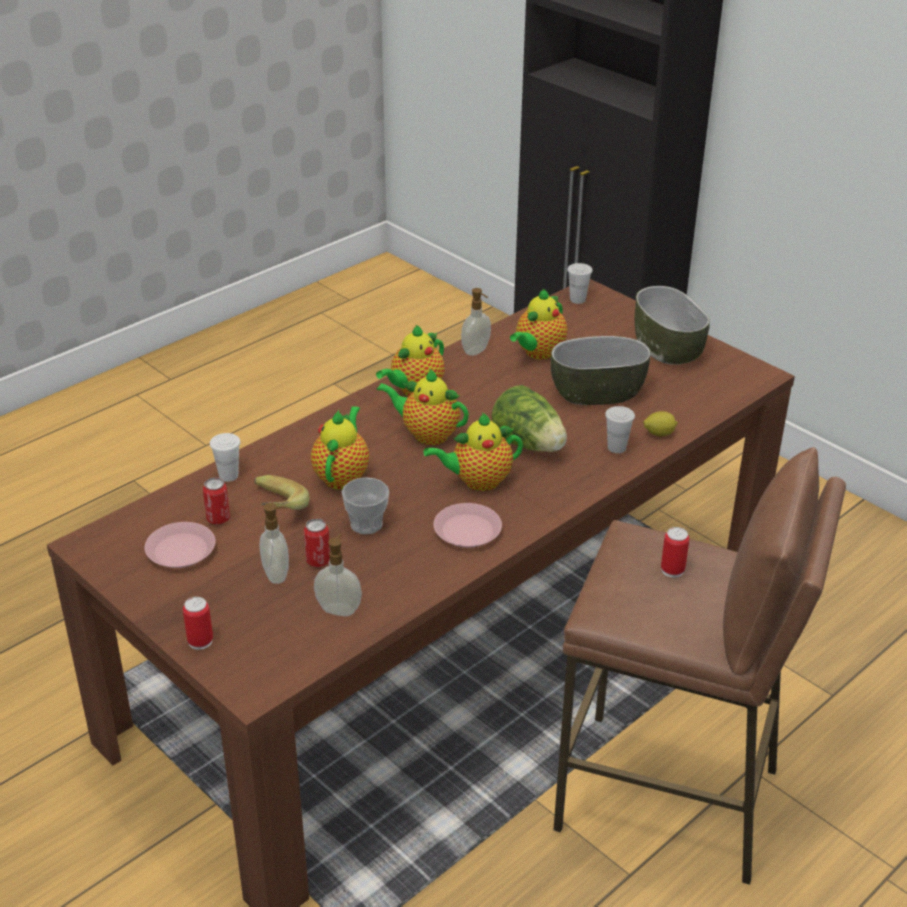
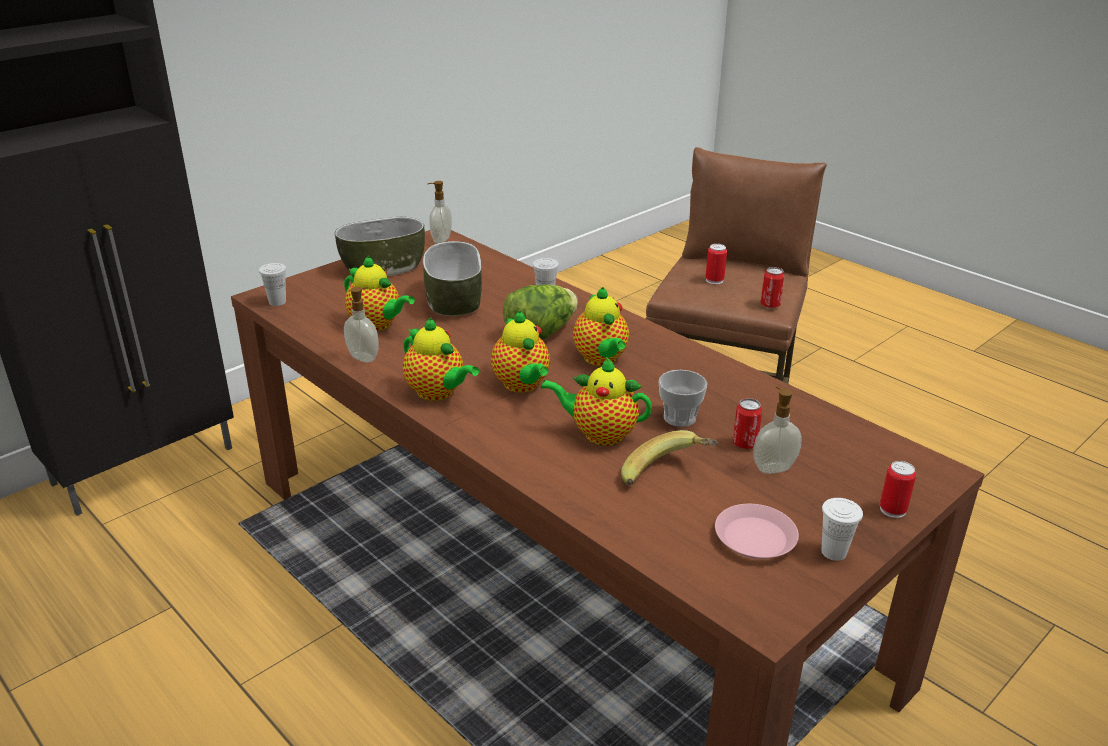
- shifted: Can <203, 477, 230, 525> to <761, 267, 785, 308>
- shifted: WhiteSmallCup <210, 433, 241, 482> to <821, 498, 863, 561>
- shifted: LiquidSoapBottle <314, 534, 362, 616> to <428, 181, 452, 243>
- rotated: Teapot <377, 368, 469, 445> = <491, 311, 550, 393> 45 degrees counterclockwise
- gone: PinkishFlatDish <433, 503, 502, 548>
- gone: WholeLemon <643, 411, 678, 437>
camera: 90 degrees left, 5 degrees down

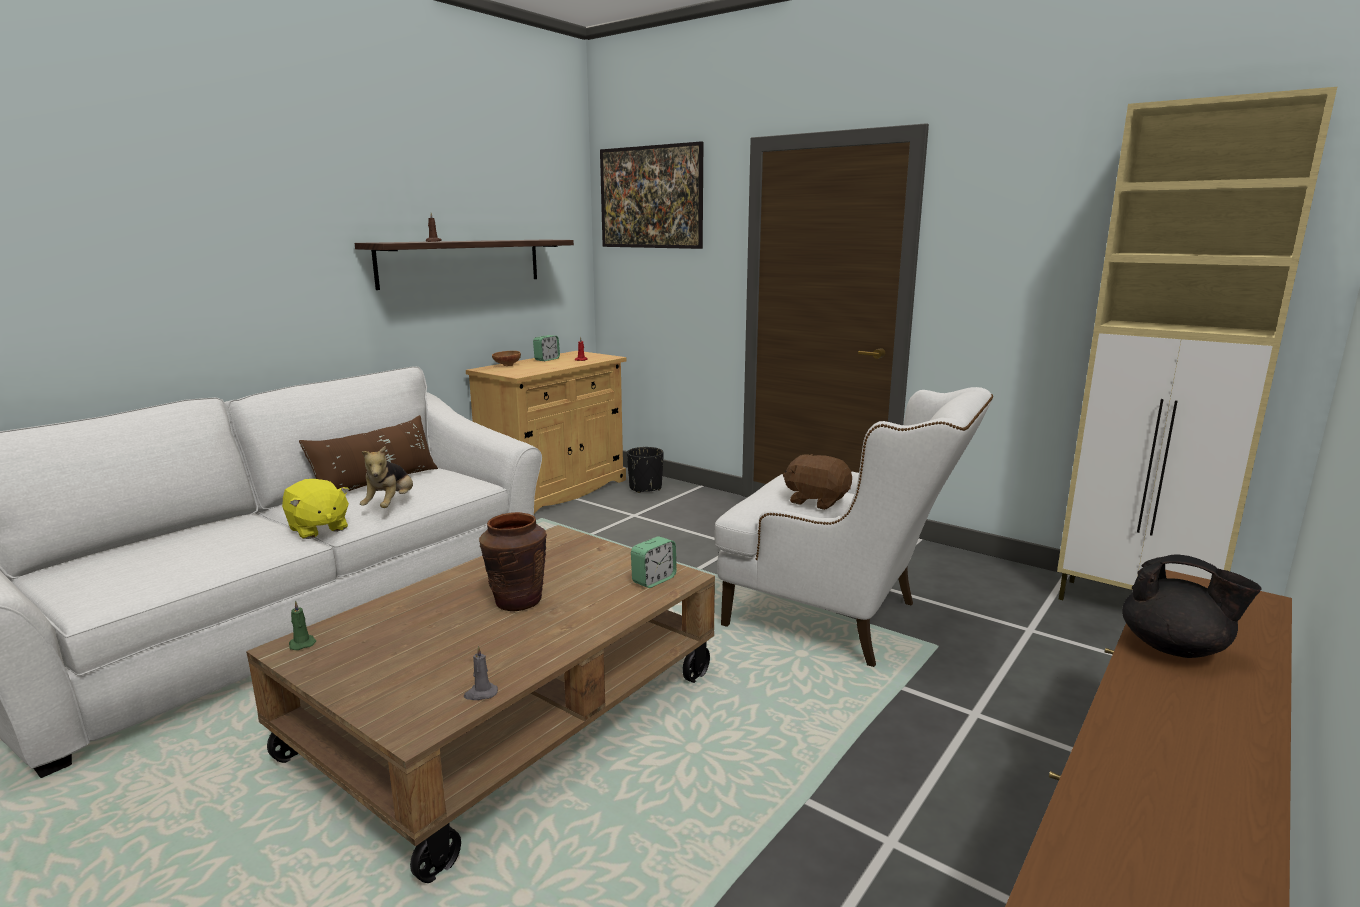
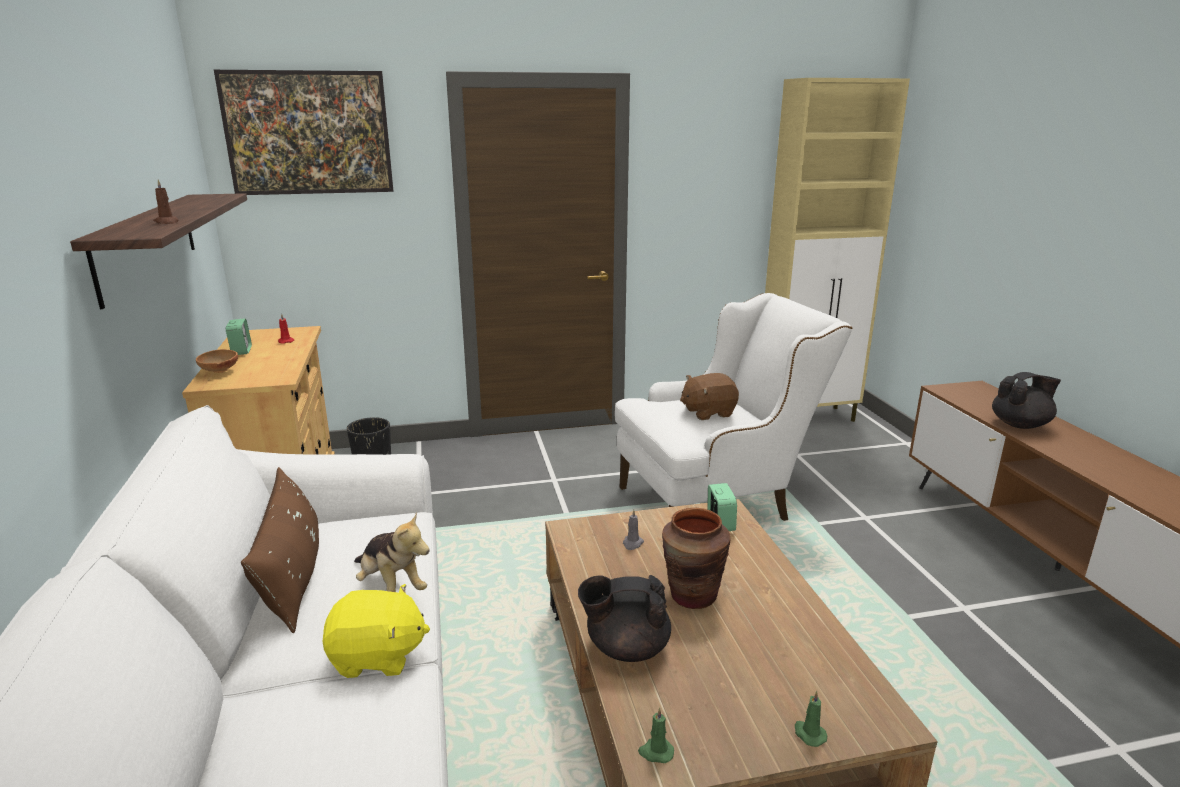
- shifted: GrayWaxLight <464, 646, 498, 700> to <623, 510, 644, 550>
- new: BlackColouredTeapot <578, 575, 671, 662>
- new: GreenColouredWaxLight <795, 691, 827, 747>
camera: 50 degrees left, 5 degrees up

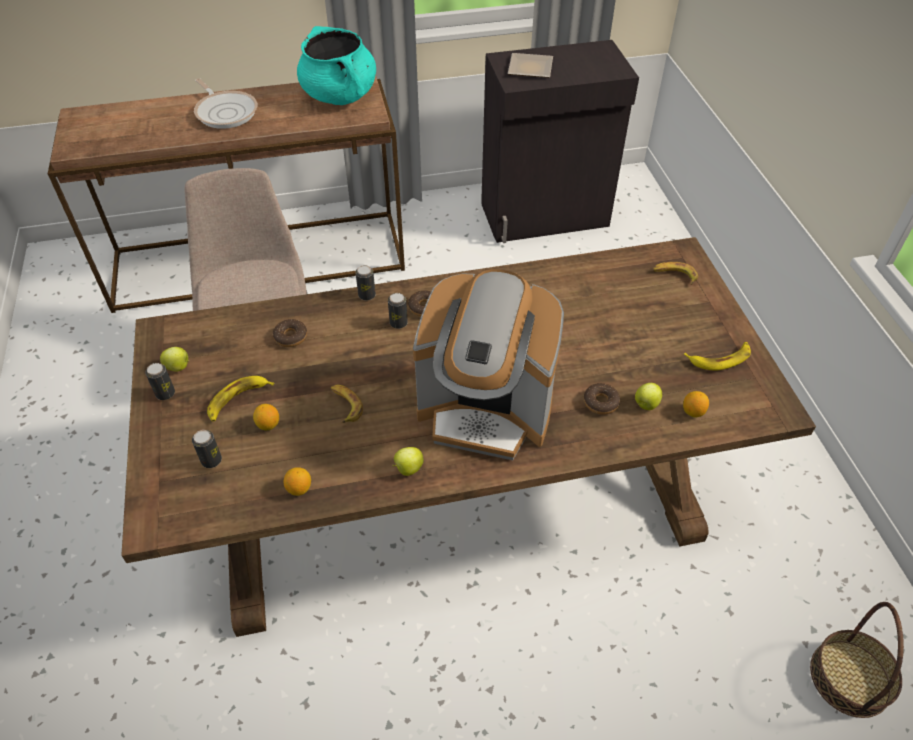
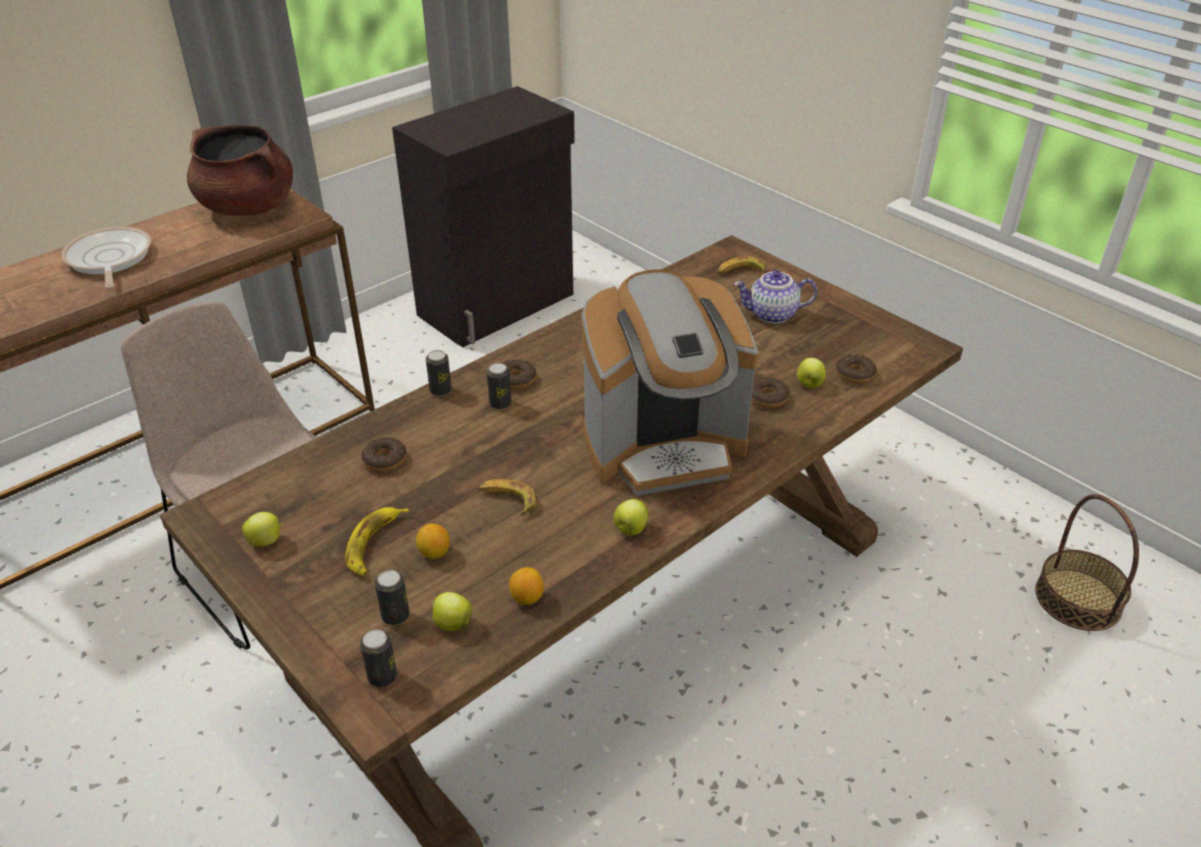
- shifted: Can <145, 363, 175, 400> to <360, 629, 397, 687>
- rotated: Pan <194, 78, 257, 129> = <61, 227, 151, 289> 135 degrees counterclockwise
- repainted: TurquoiseColouredStockpot <297, 26, 376, 105> to BrownishStockpot <187, 125, 293, 216>
- gone: FlatDish <508, 53, 553, 78>
- swapped: WholeLemon <683, 391, 709, 417> to RingDoughnut <836, 354, 877, 384>
- gone: WholeBanana <684, 342, 751, 370>
- new: Apple <432, 592, 473, 631>
- new: Teapot <734, 270, 817, 323>
camera: 30 degrees left, 10 degrees down

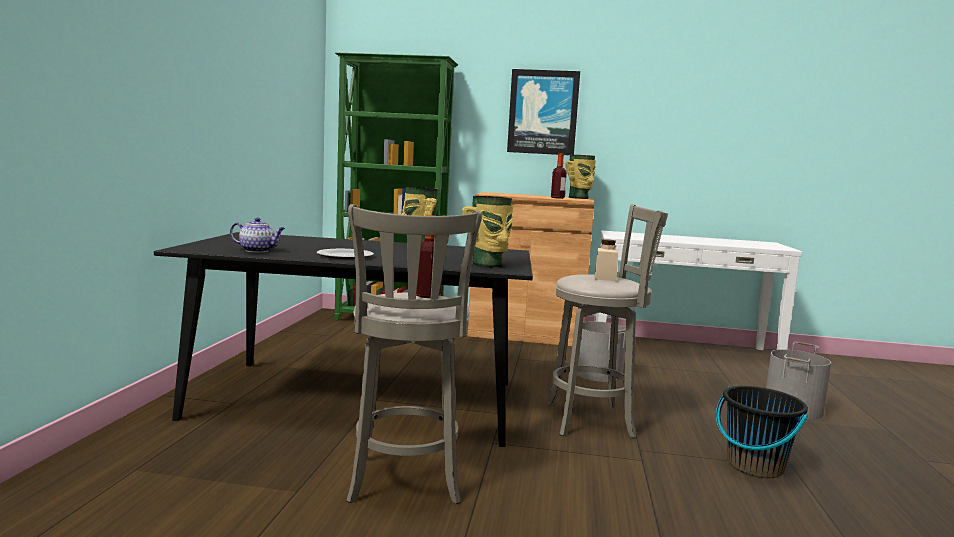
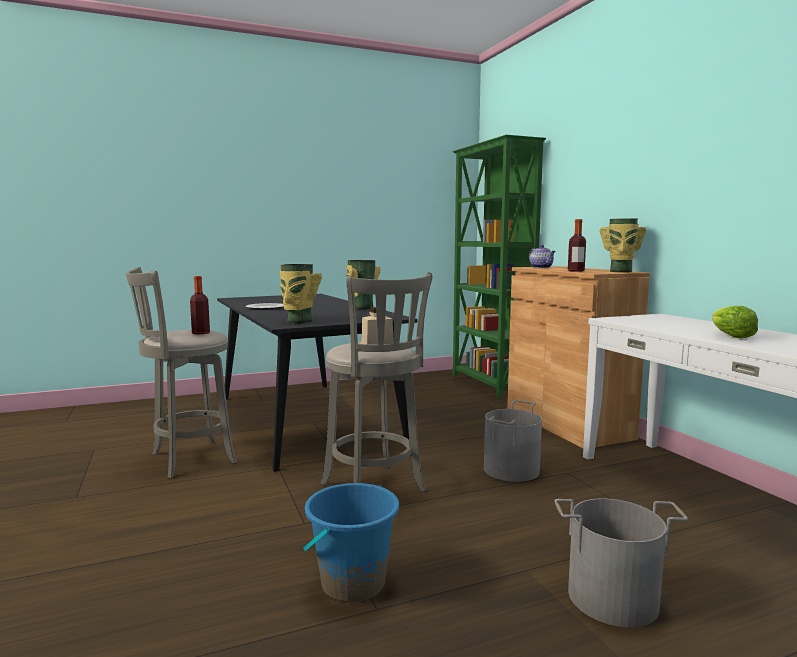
- shifted: Teapot <230, 218, 285, 252> to <529, 245, 556, 268>
- gone: WallArt <507, 69, 580, 155>
- repainted: BlackColouredPail <716, 386, 808, 478> to BlueColouredPail <303, 483, 399, 602>
- new: HeadOfLettuce <712, 306, 758, 339>
camera: 60 degrees right, 0 degrees up

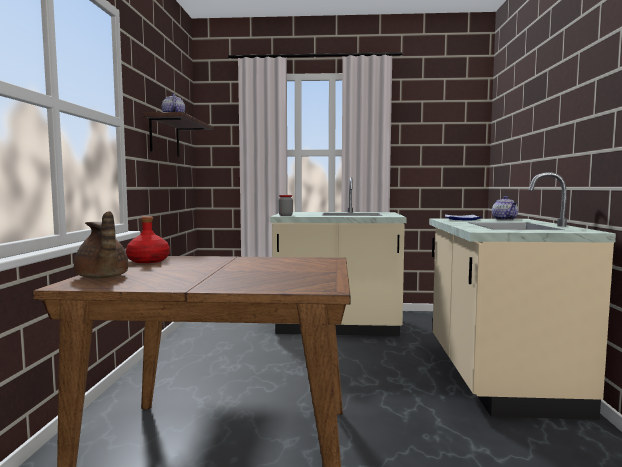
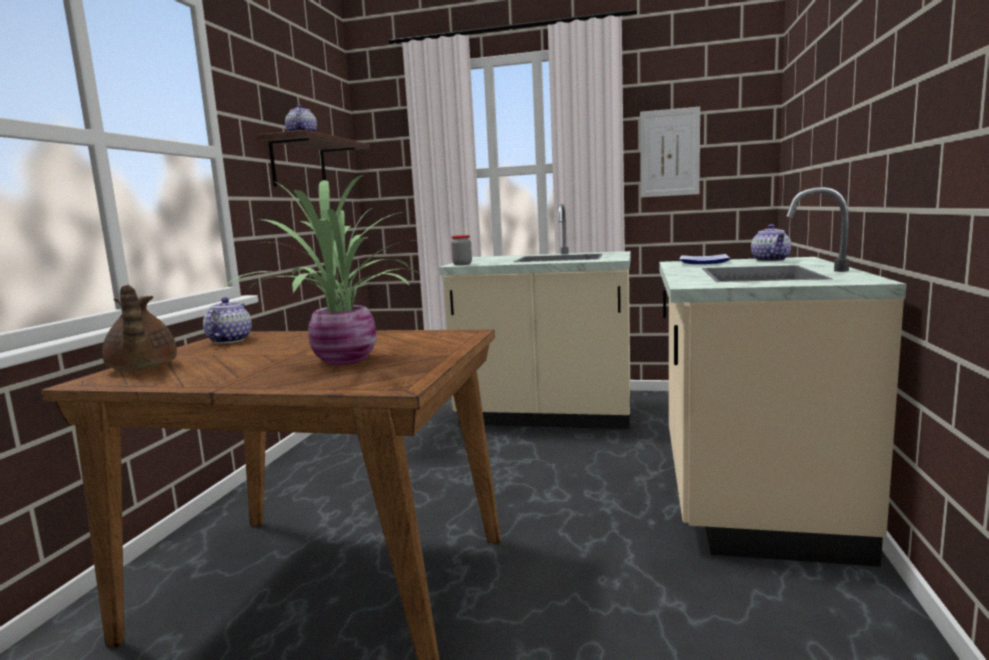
- swapped: RedDrinkBottle <126, 216, 170, 263> to Teapot <203, 297, 252, 344>
- new: PottedPlant <221, 174, 420, 365>
- new: WallArt <640, 107, 700, 197>
camera: 10 degrees right, 5 degrees up

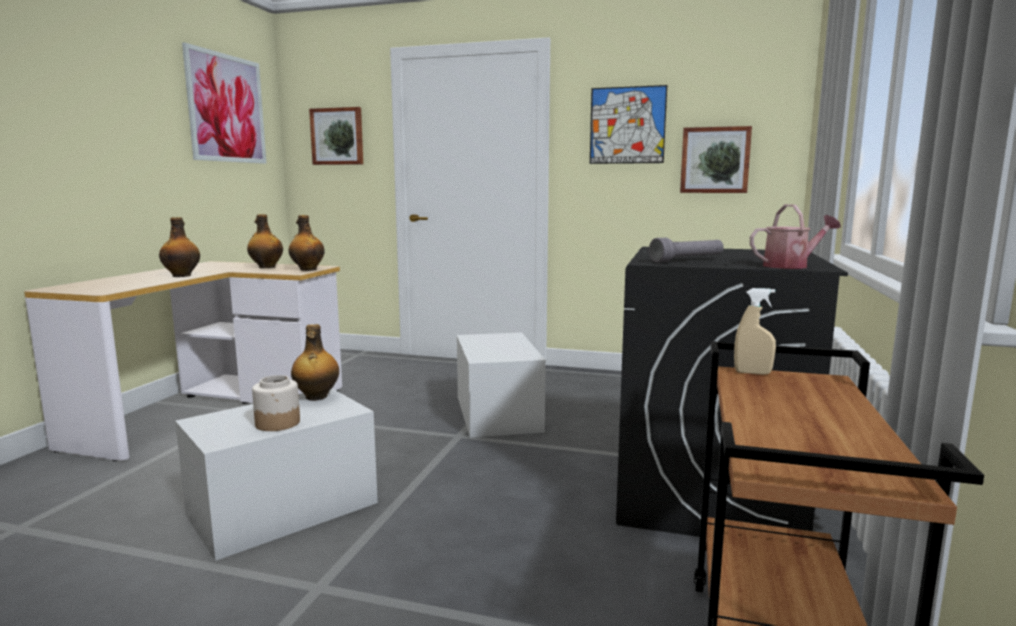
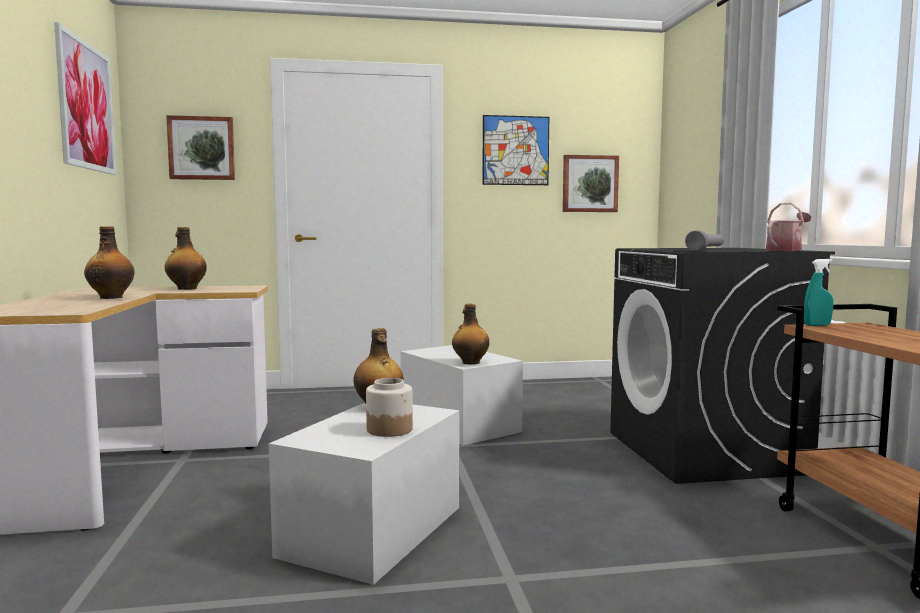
- shifted: DrinkBottle <288, 215, 324, 271> to <452, 304, 489, 364>
- repainted: BeigeColouredSprayBottle <734, 288, 776, 375> to TurquoiseColouredSprayBottle <804, 259, 833, 326>
camera: 25 degrees left, 5 degrees down

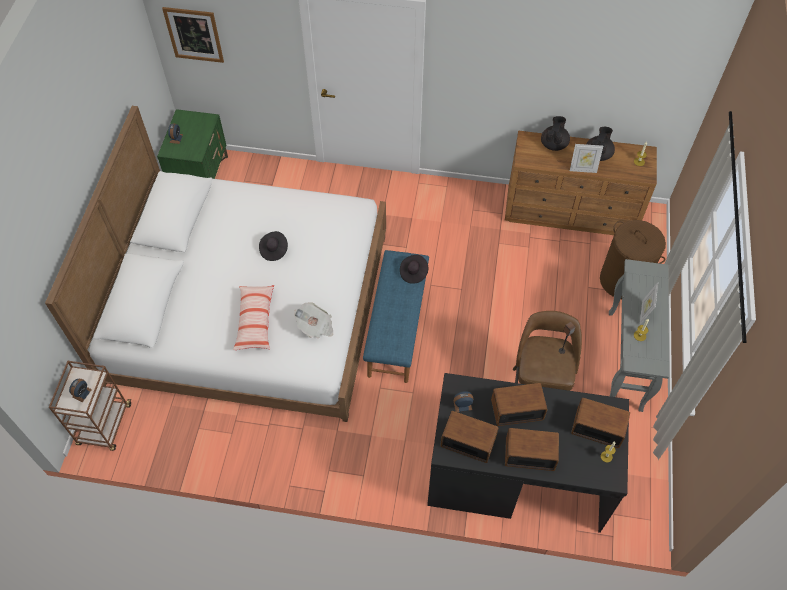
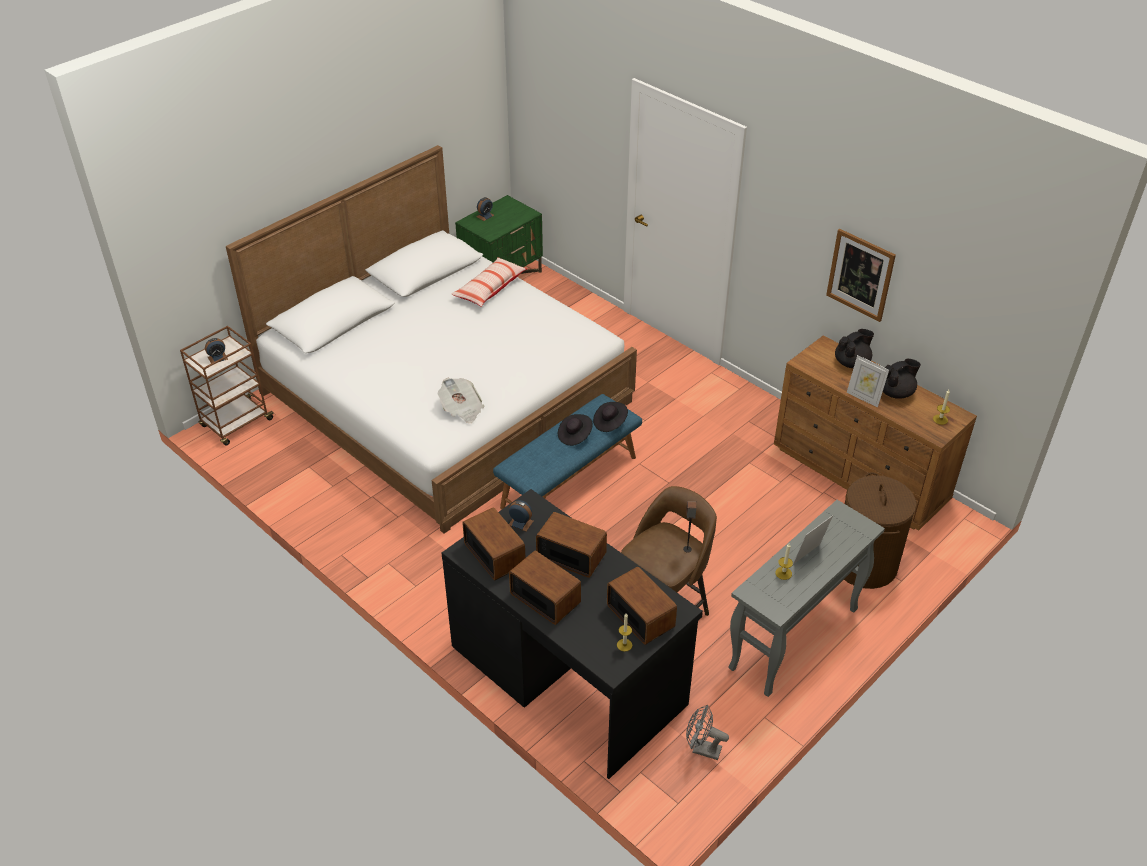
- shifted: WallArt <162, 7, 224, 63> to <826, 229, 896, 322>
- shifted: ThrowPillow <233, 285, 274, 350> to <451, 257, 527, 307>
- shifted: BlackColouredWearableHat <259, 231, 288, 261> to <558, 414, 593, 446>
- new: GrayElectricFan <686, 705, 729, 760>
camera: 35 degrees right, 15 degrees down

